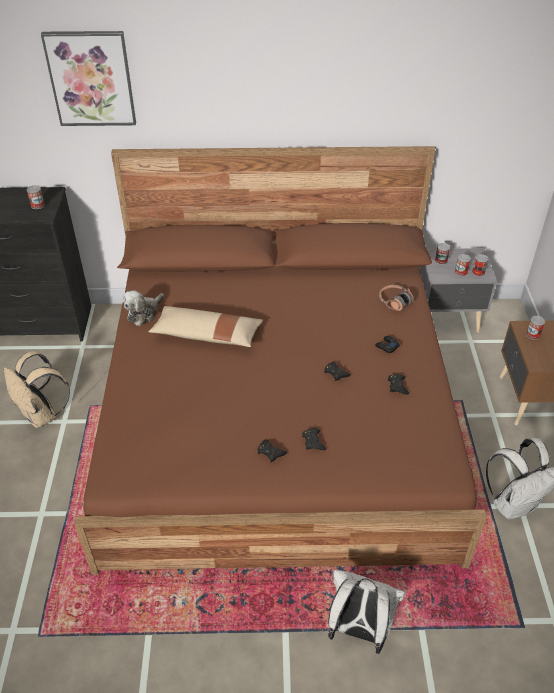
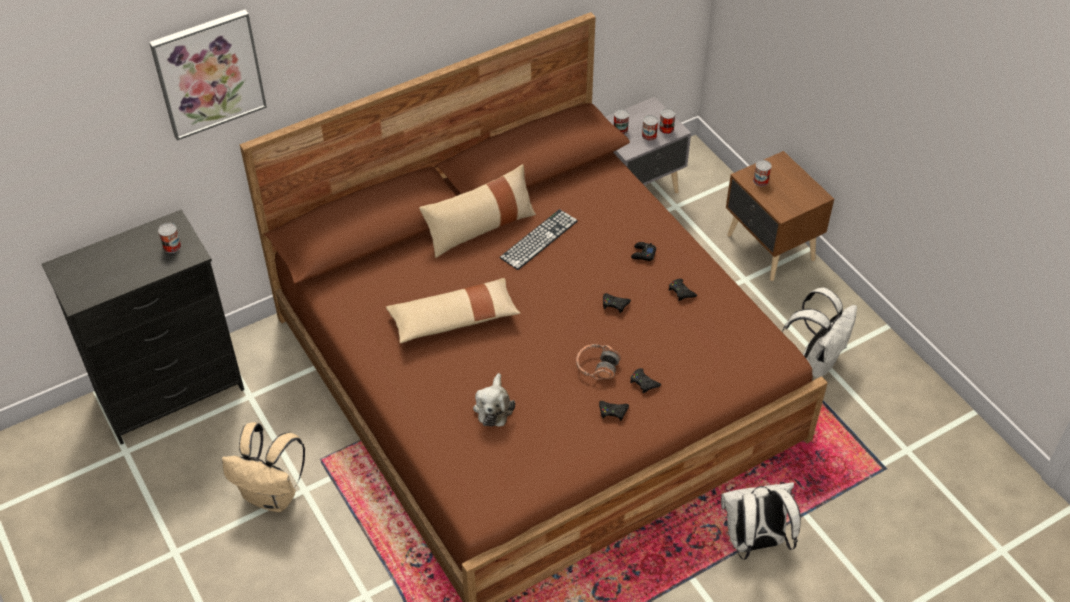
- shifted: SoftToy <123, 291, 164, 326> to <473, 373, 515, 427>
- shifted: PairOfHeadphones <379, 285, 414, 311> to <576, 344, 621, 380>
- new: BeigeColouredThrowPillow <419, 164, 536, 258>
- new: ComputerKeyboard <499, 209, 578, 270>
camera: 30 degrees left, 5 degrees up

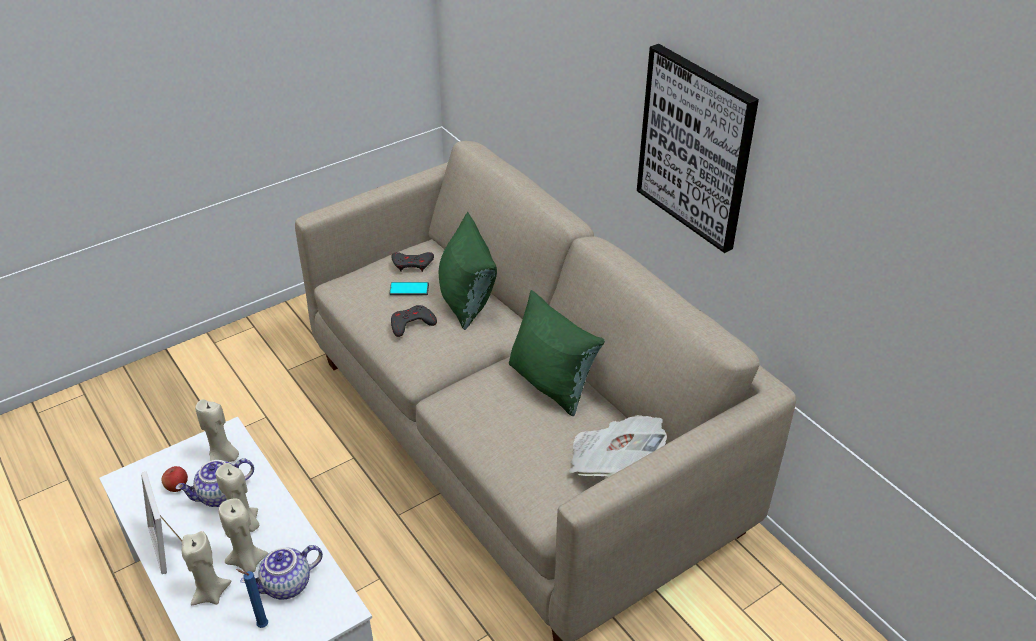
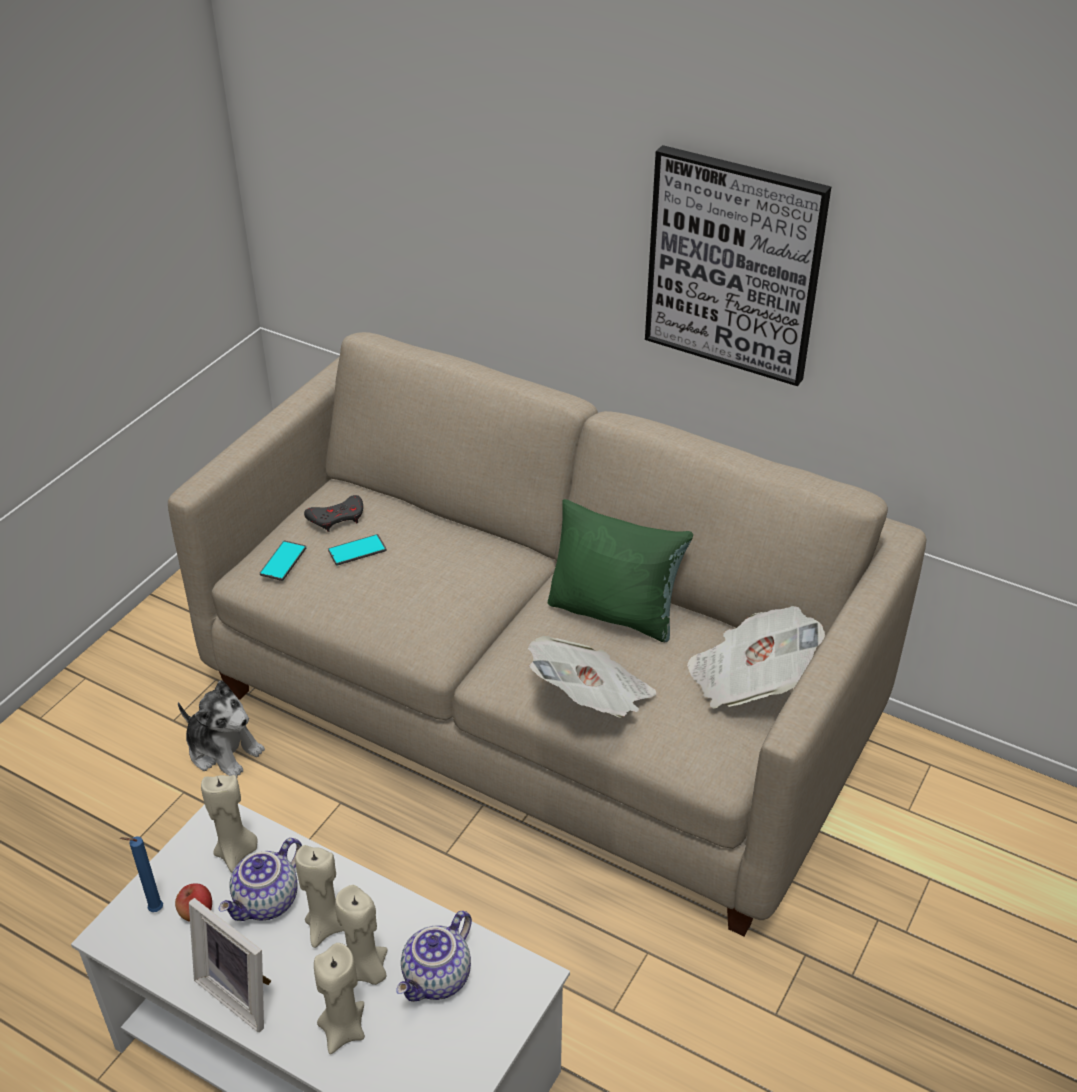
- shifted: BlueColouredWaxLight <236, 569, 268, 628> to <120, 836, 163, 912>
- gone: GrayGamepad <391, 305, 437, 337>
- gone: GreenColouredThrowPillow <439, 212, 497, 330>
- new: SoftToy <178, 680, 265, 777>
- new: Handset <260, 540, 306, 581>
- new: PrintedPaper <528, 636, 657, 718>
camera: 25 degrees left, 0 degrees up

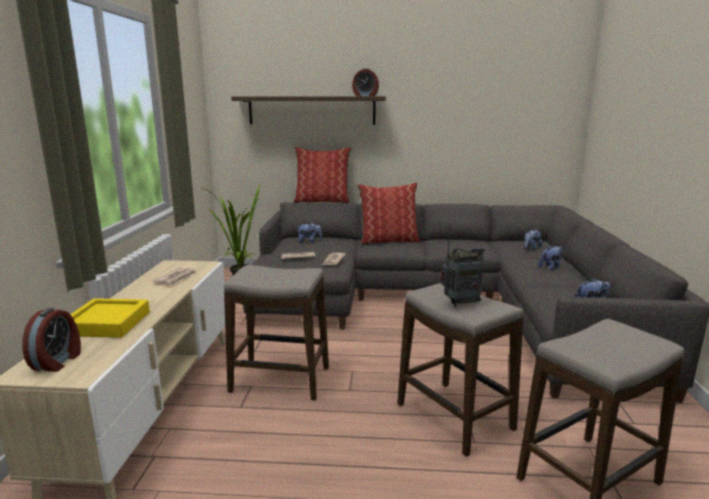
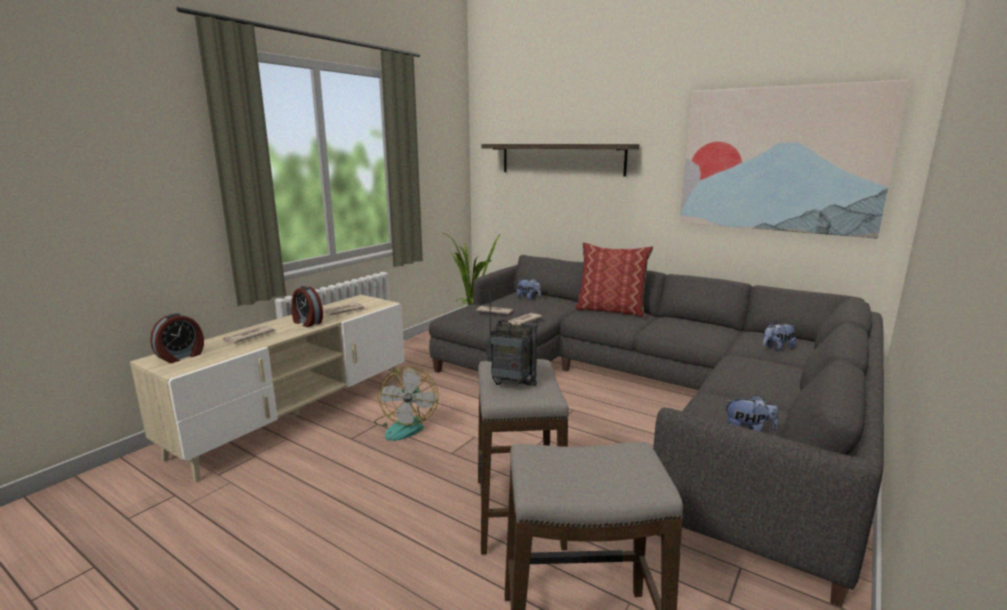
- swapped: YellowColouredCarryingTray <70, 298, 150, 338> to PrintedPaper <223, 326, 275, 343>
- swapped: SittingStool <224, 265, 329, 401> to ElectricFan <374, 367, 438, 441>
- gone: ThrowPillow <293, 147, 351, 203>
- shifted: BedsideClock <352, 68, 379, 96> to <292, 286, 323, 327>
- gone: SoftToy <538, 245, 563, 270>
- new: WallArt <680, 79, 910, 239>
camera: 30 degrees right, 0 degrees up

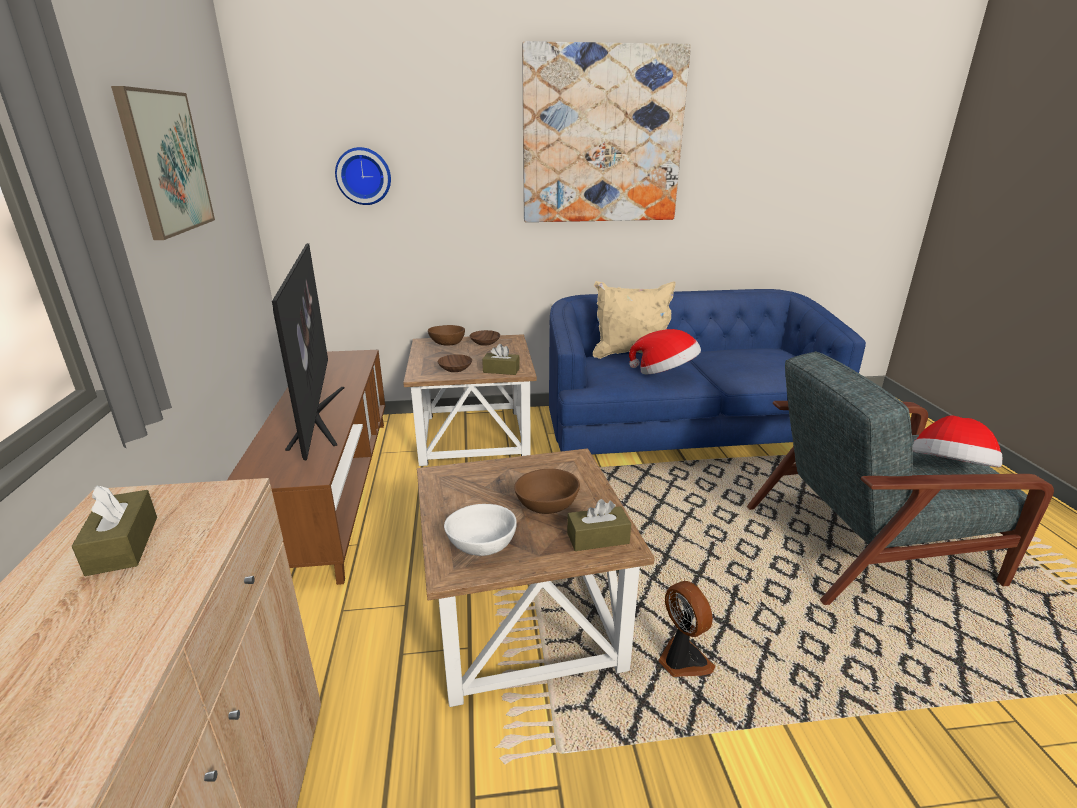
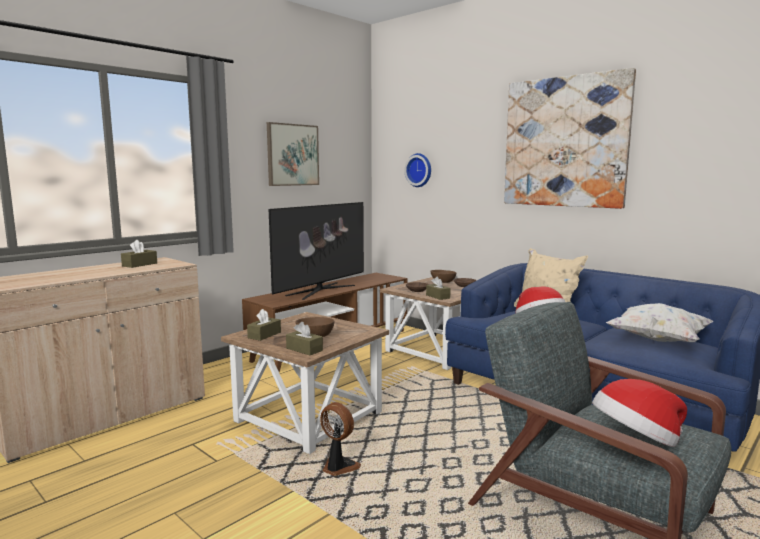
- swapped: WhiteDeepDish <444, 504, 517, 556> to BrownishTissueBox <247, 309, 281, 341>
- rotated: ElectricFan <658, 581, 715, 677> = <320, 402, 361, 476> 75 degrees counterclockwise
- new: WhiteThrowPillow <606, 303, 714, 342>
camera: 50 degrees right, 15 degrees down

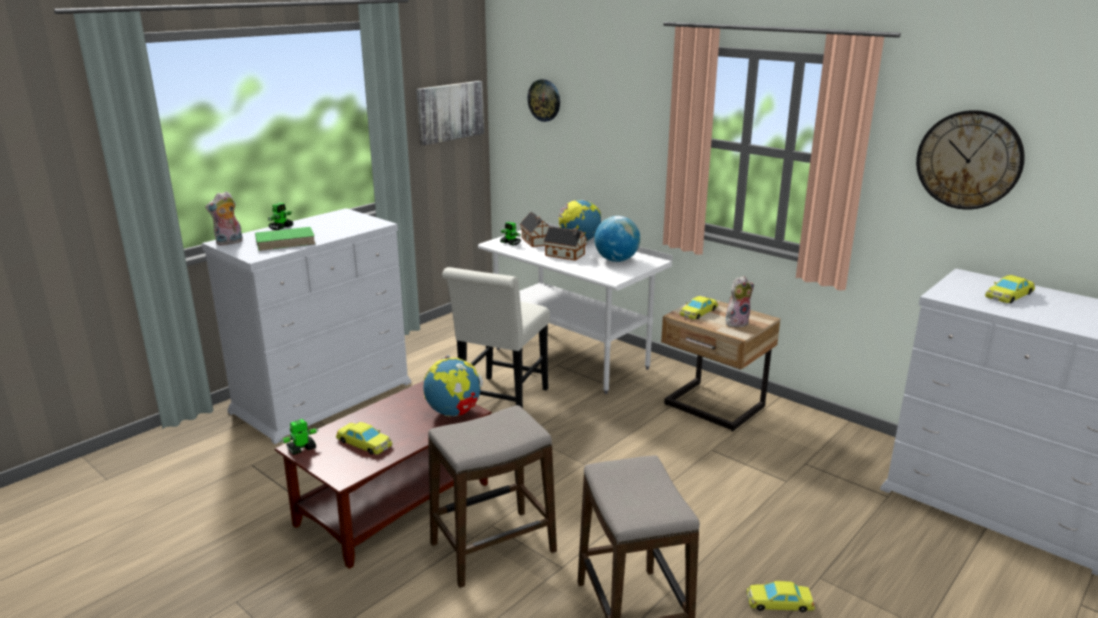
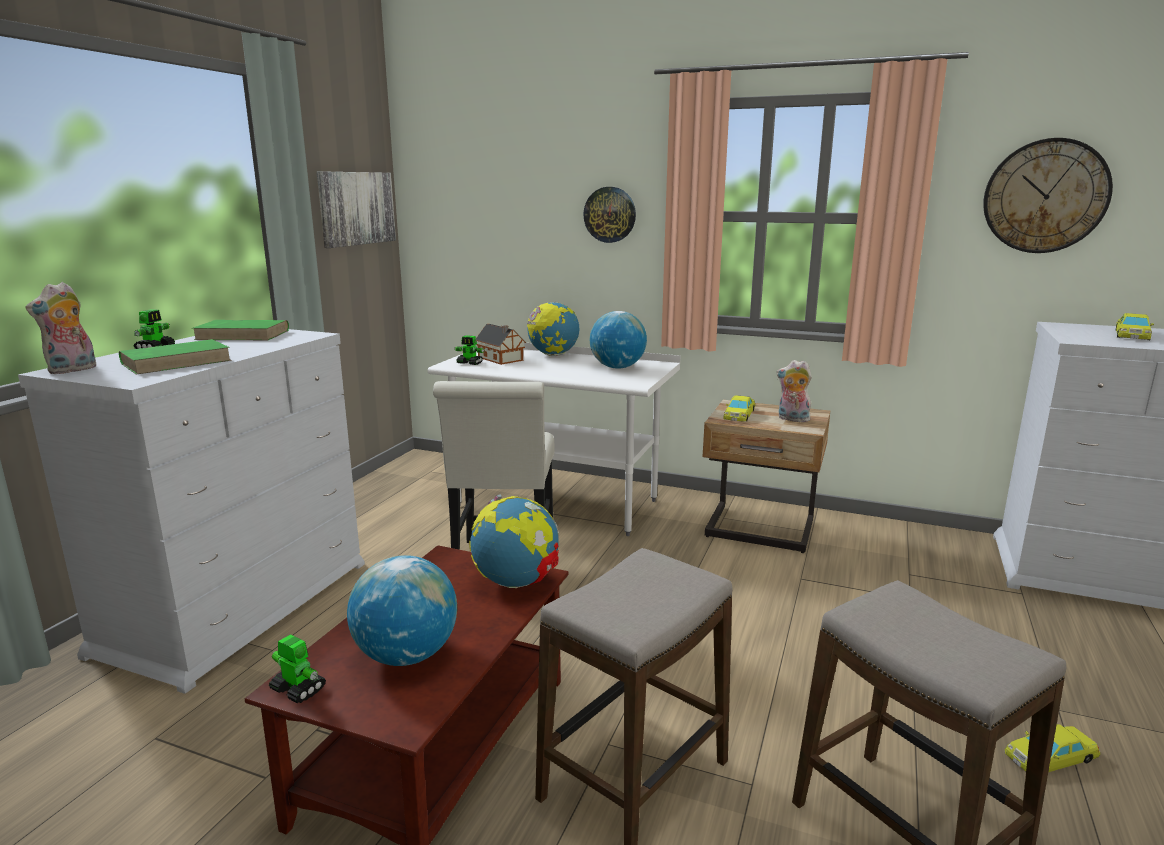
- rotated: ToyRobot <280, 419, 318, 455> = <269, 635, 326, 703> 90 degrees clockwise
- swapped: YellowColouredMiniatureCar <336, 422, 392, 455> to Globe <347, 555, 457, 666>
- shifted: HangingClock <528, 79, 560, 122> to <583, 187, 636, 243>
- gone: ToyHouse <544, 226, 587, 261>
- rotated: SoftToy <726, 276, 754, 327> = <776, 360, 812, 422> 105 degrees counterclockwise
- new: GreenColouredBoundBook <192, 320, 289, 340>
camera: 20 degrees left, 5 degrees down

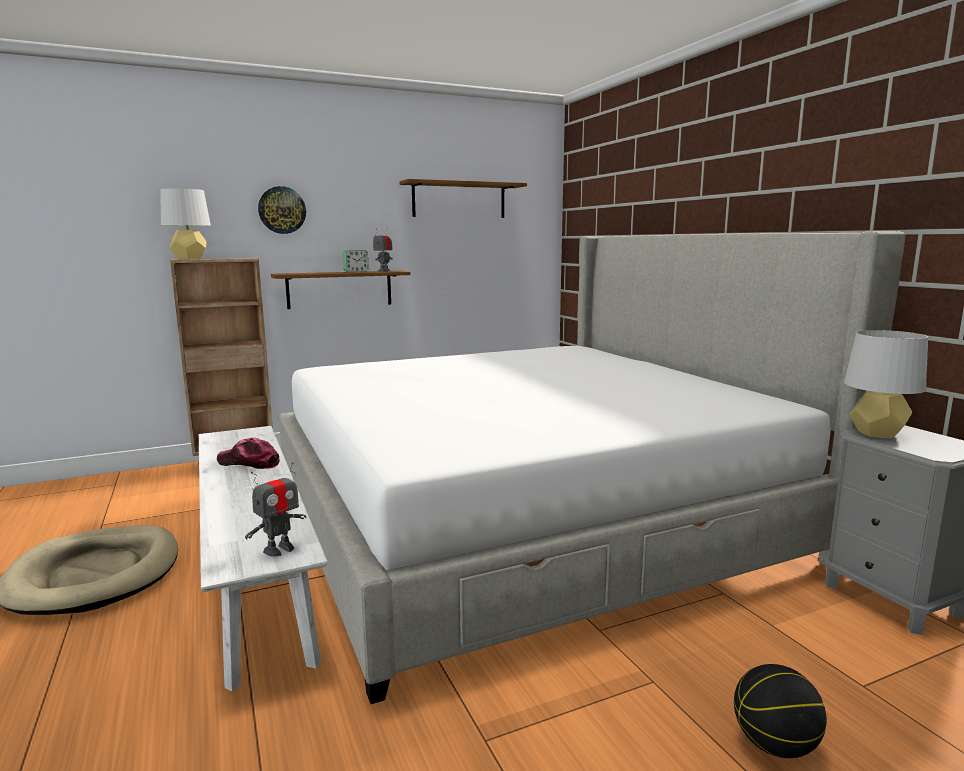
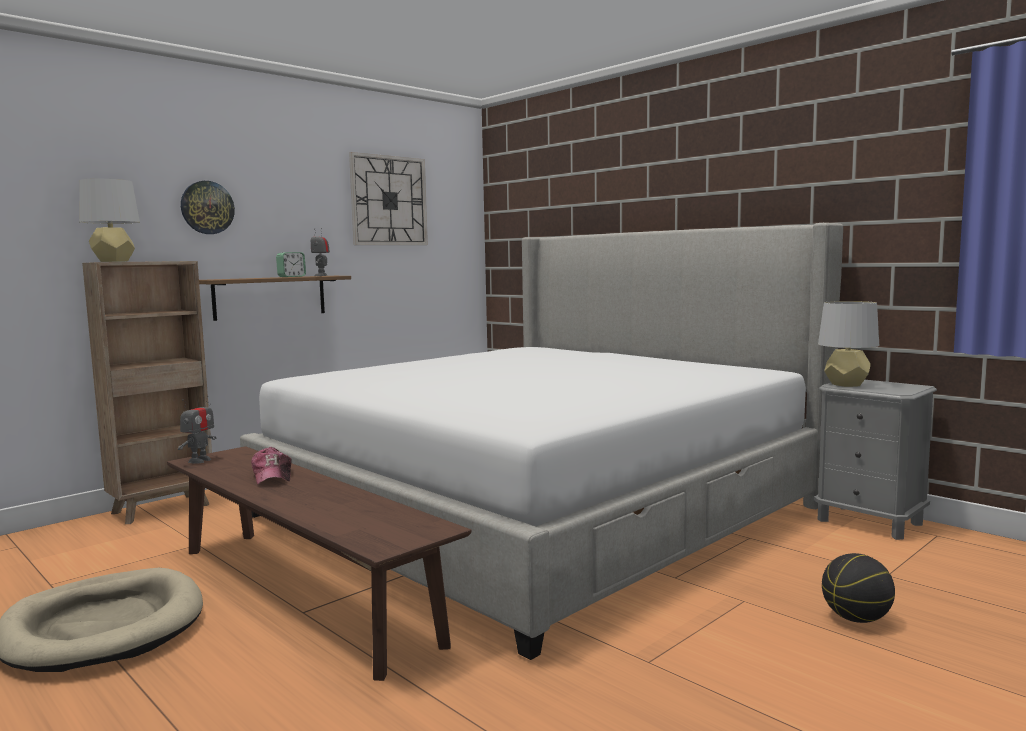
- repainted: WhiteBench <199, 426, 328, 691> to BrownishBench <167, 446, 471, 681>
- rotated: BaseballCap <217, 438, 280, 469> = <251, 447, 292, 485> 105 degrees counterclockwise
- shifted: ToyRobot <245, 462, 306, 557> to <178, 395, 216, 464>
- swapped: BracketShelf <399, 179, 527, 218> to HangingClock <349, 152, 428, 245>
camera: 20 degrees left, 5 degrees down

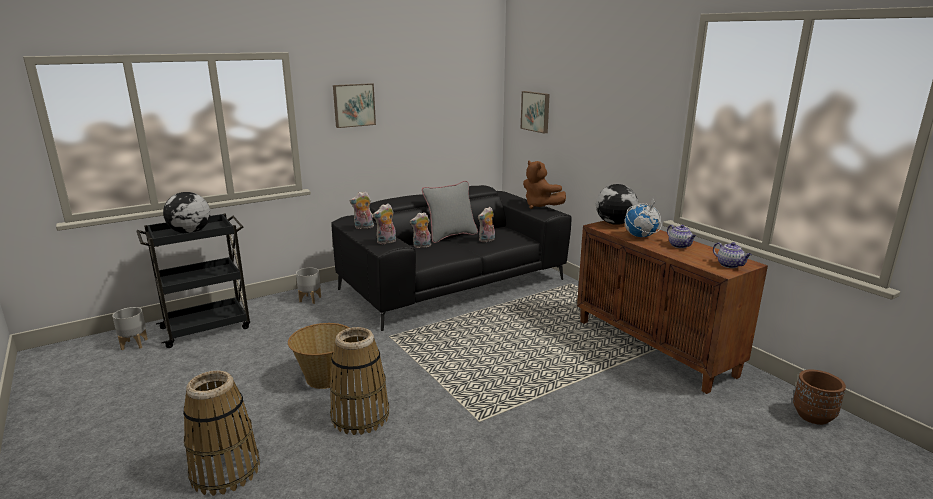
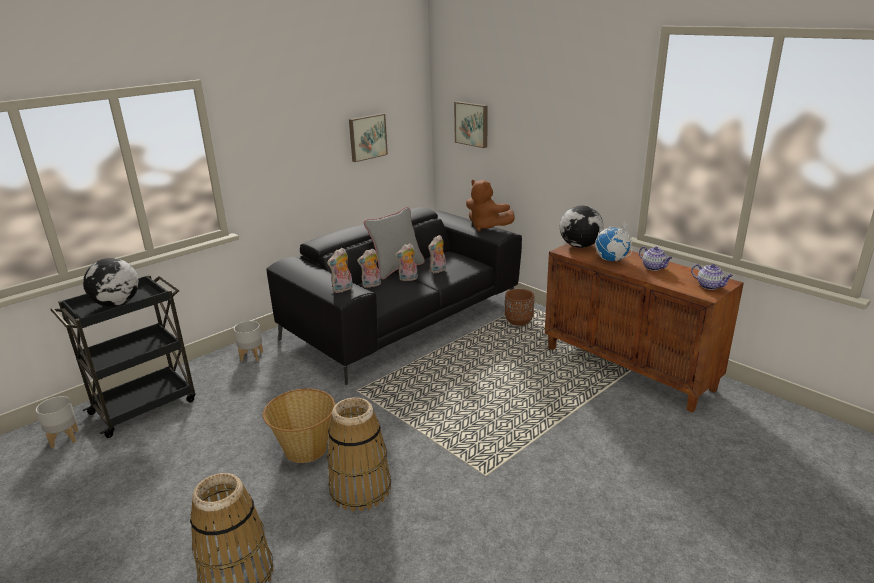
- shifted: WallArt <333, 83, 376, 128> to <349, 113, 388, 162>
- shifted: SoftToy <350, 191, 374, 229> to <395, 243, 418, 281>
- shifted: BrownishPlanter <793, 369, 846, 425> to <505, 289, 534, 326>
camera: 10 degrees left, 5 degrees up

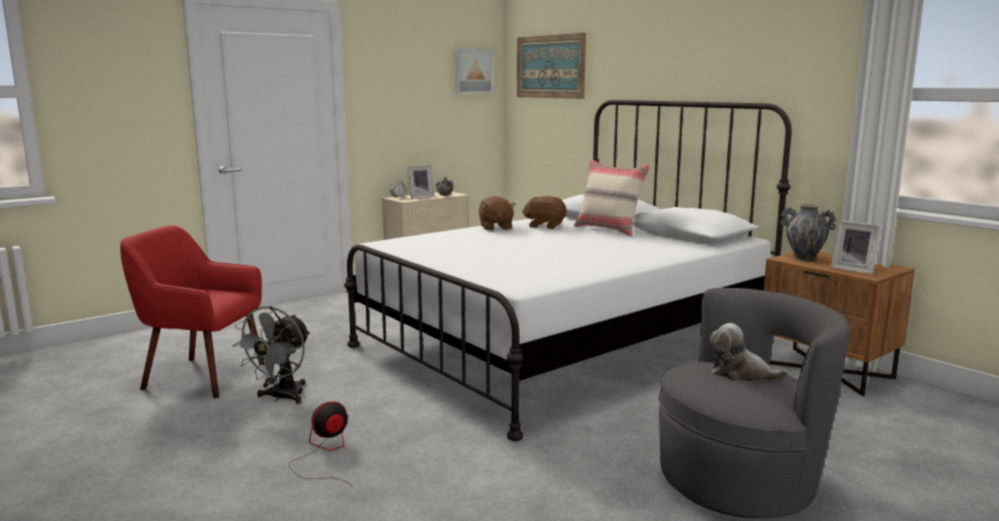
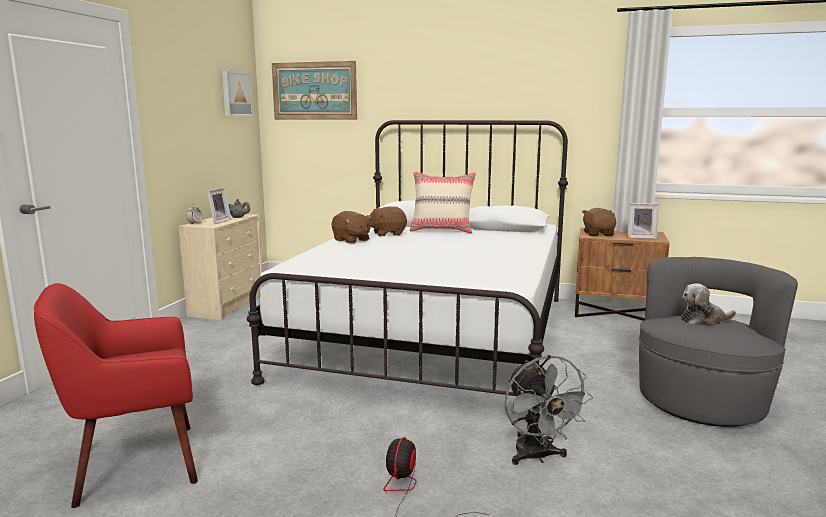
- shifted: GrayElectricFan <232, 306, 310, 404> to <505, 355, 593, 465>
- swapped: DecorativeVase <780, 204, 837, 261> to BrownishSoftToy <582, 208, 616, 236>
camera: 35 degrees left, 0 degrees up

